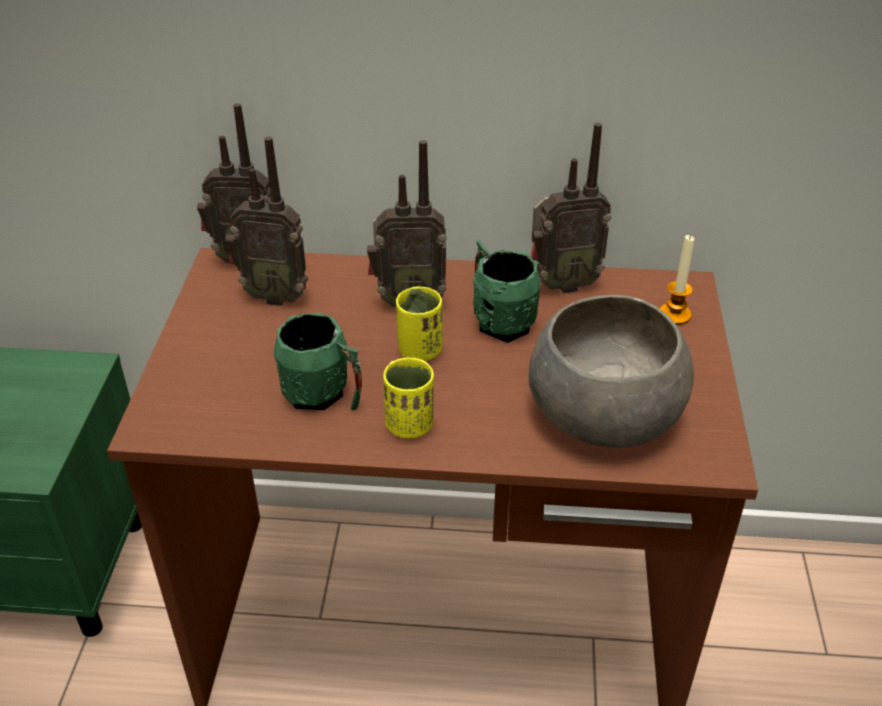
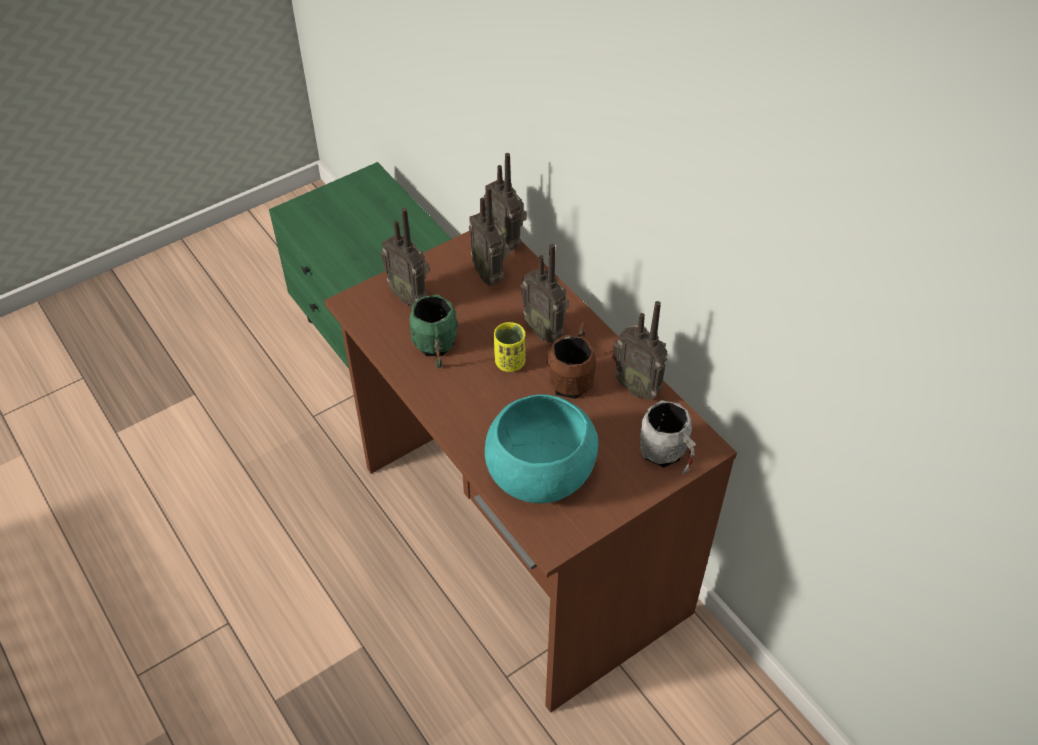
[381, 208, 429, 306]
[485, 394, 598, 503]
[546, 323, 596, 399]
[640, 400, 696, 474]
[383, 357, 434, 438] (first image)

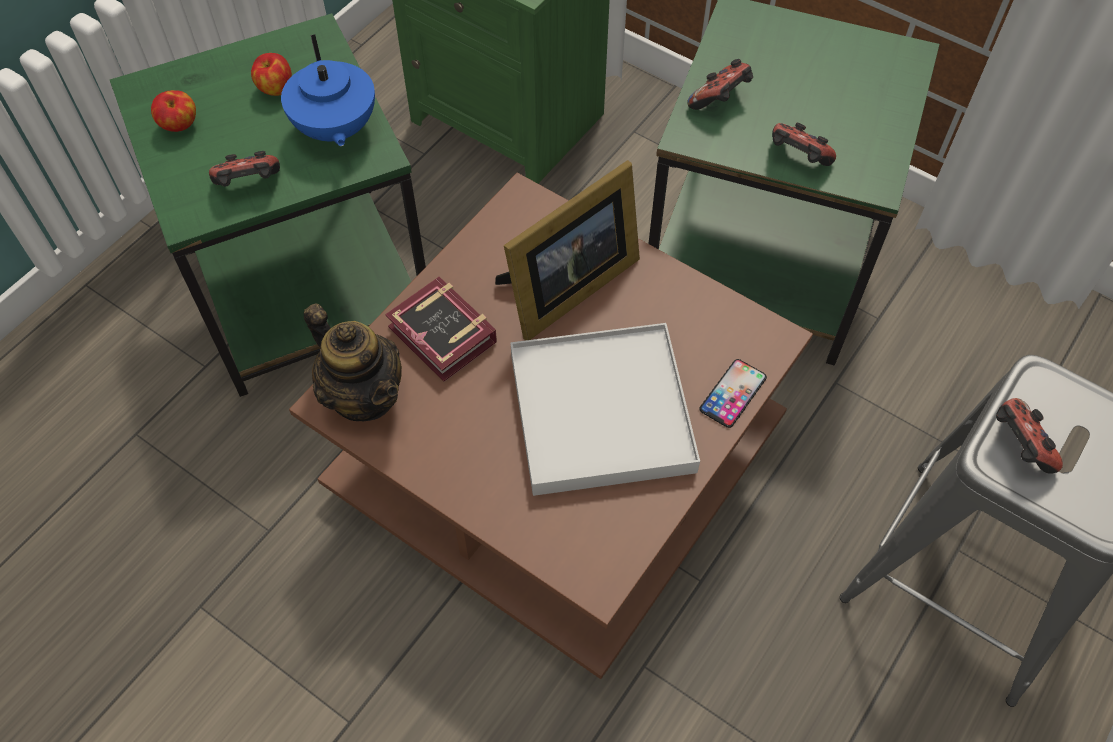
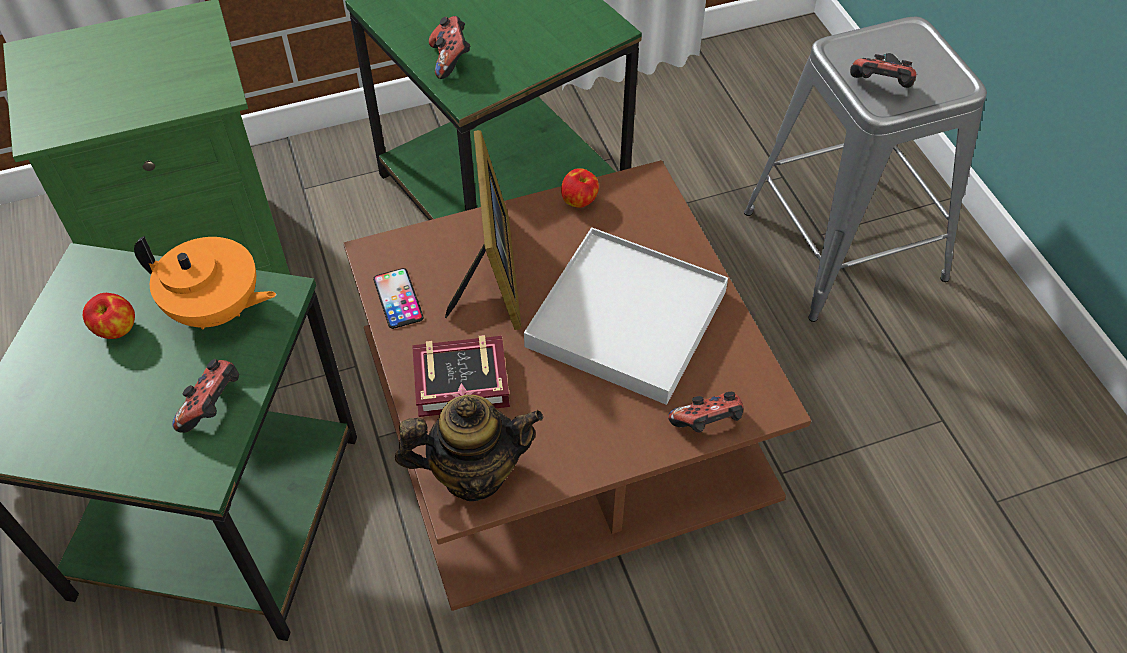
[134, 236, 276, 329]
[373, 268, 424, 329]
[561, 168, 599, 208]
[668, 392, 744, 433]

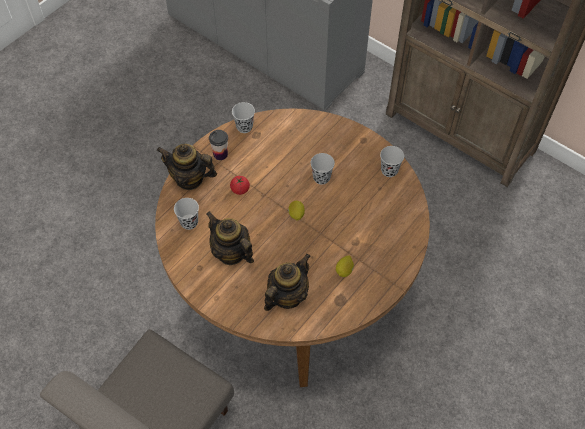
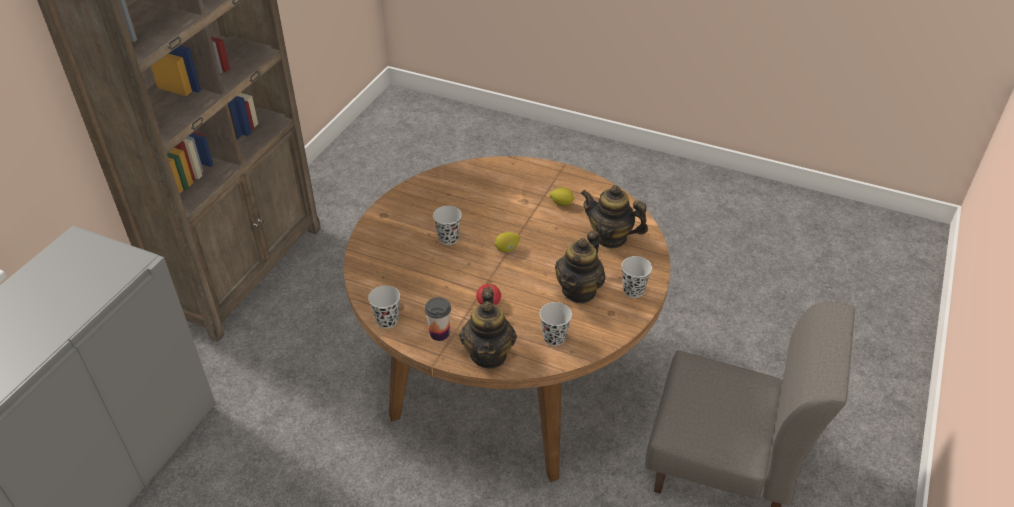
[621, 256, 652, 298]

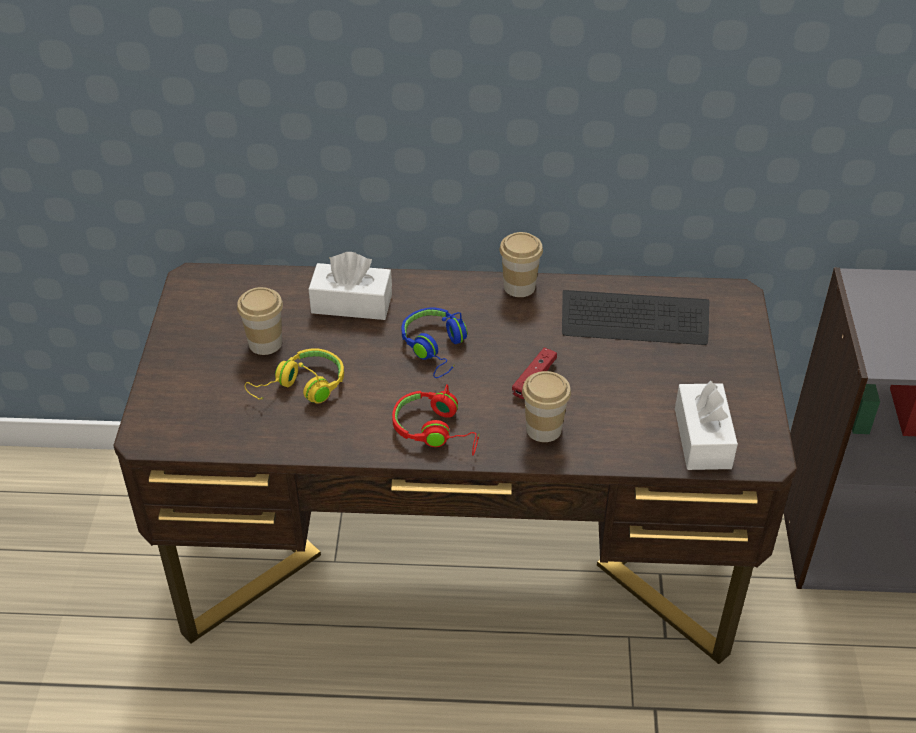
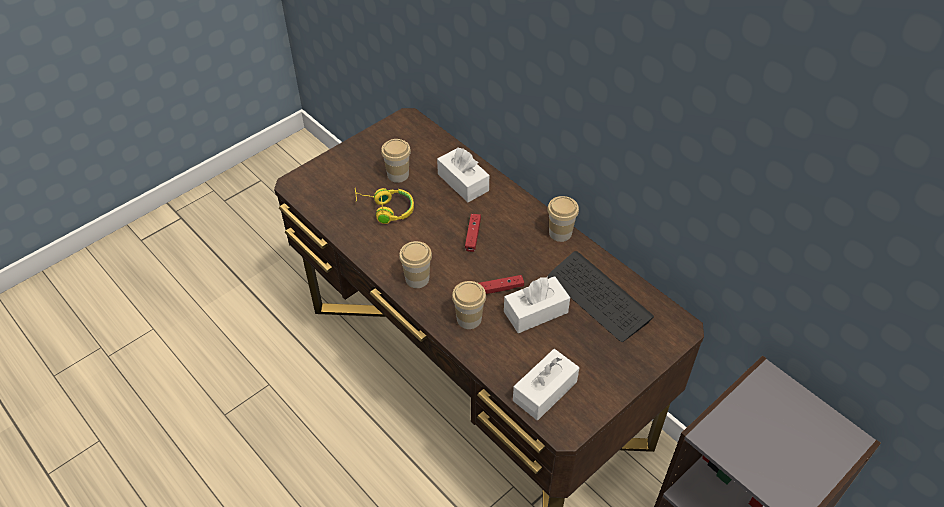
[399, 241, 432, 288]
[465, 214, 481, 252]
[504, 276, 570, 333]

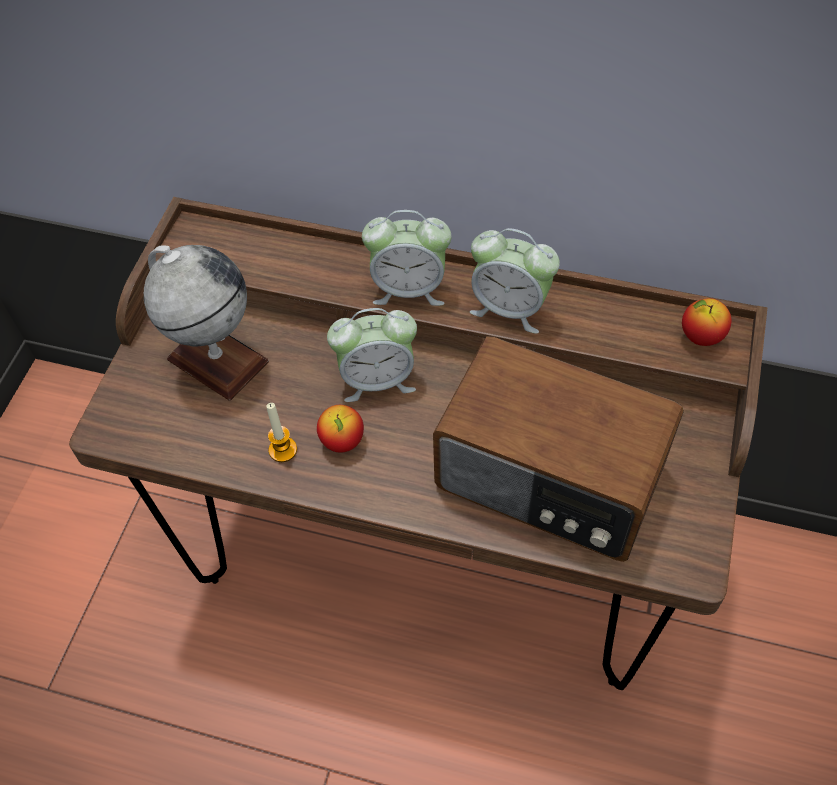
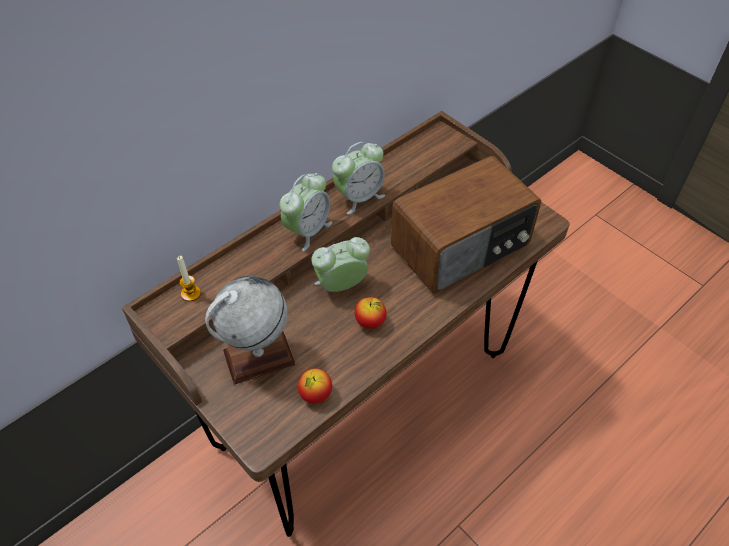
[177, 256, 201, 301]
[298, 369, 332, 404]
[311, 237, 370, 292]

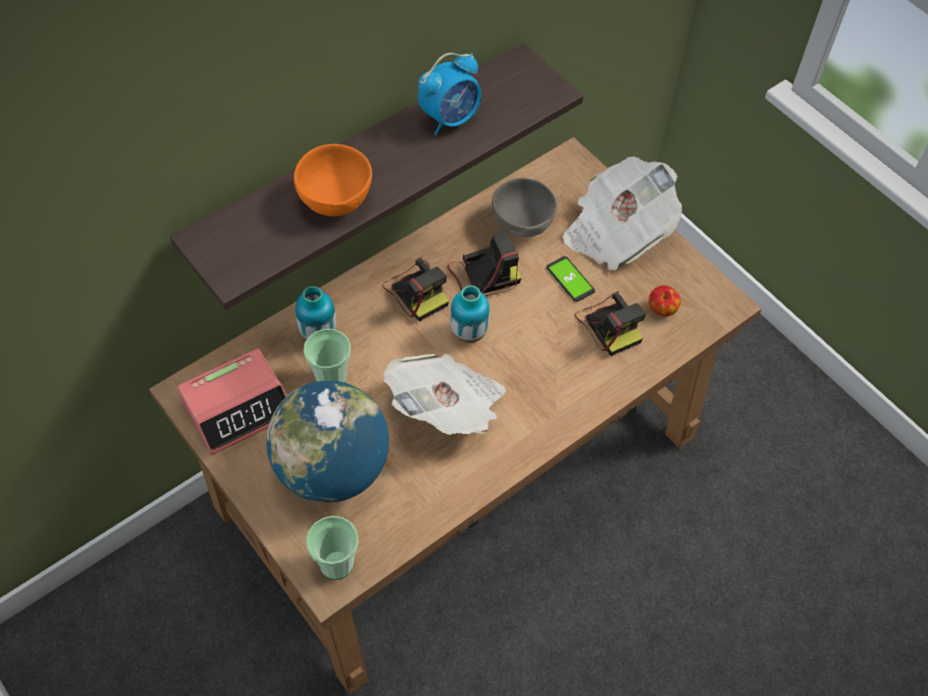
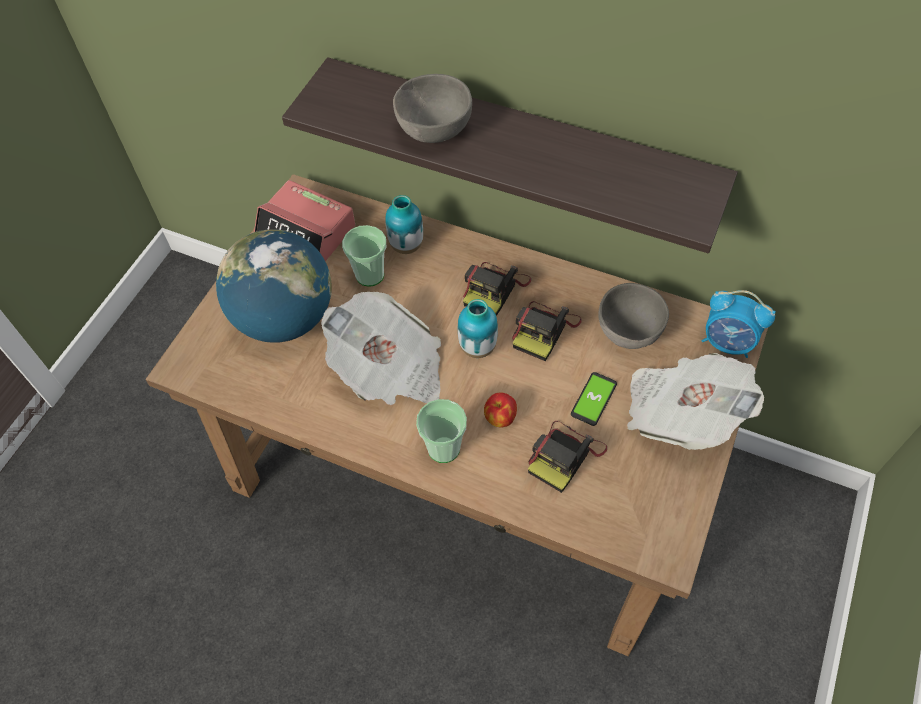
[393, 74, 472, 143]
[416, 399, 467, 463]
[484, 393, 517, 427]
[512, 301, 582, 361]
[701, 290, 776, 358]

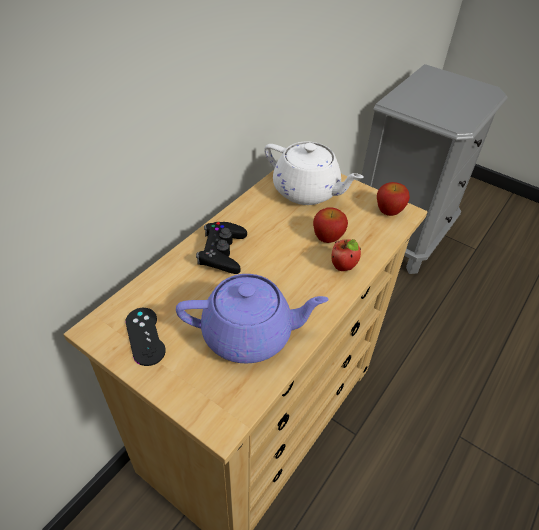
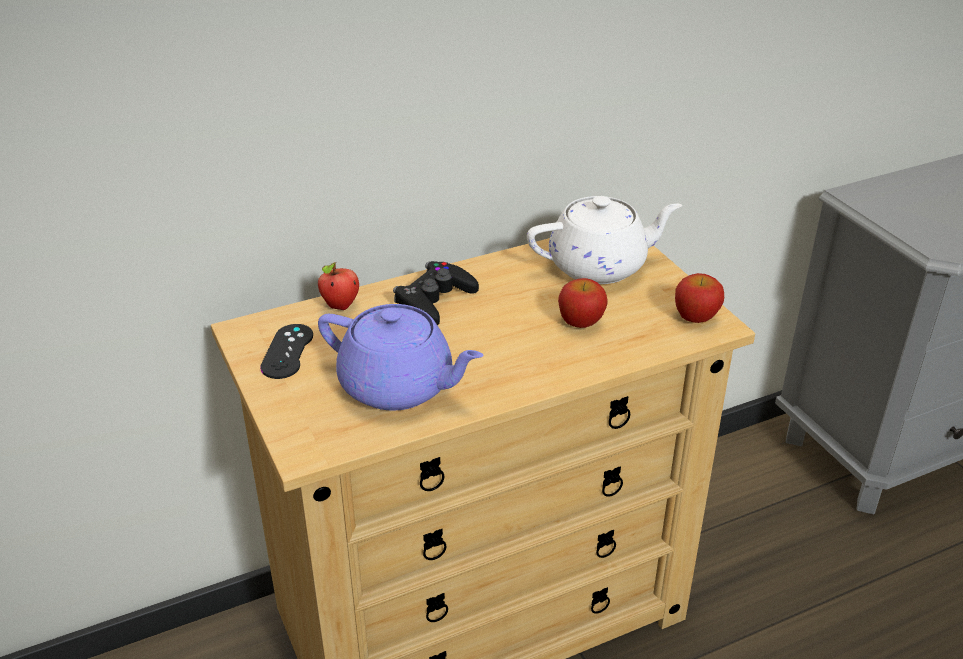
[318, 262, 359, 310]
[527, 196, 682, 284]

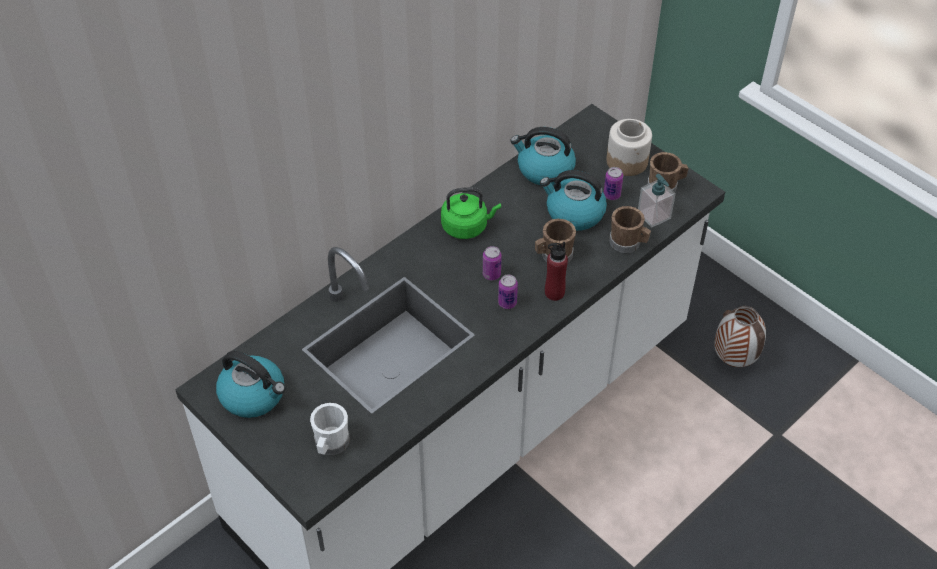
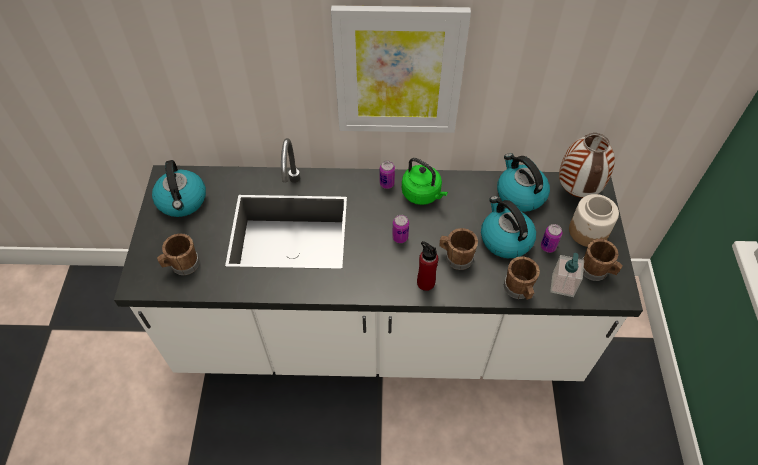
[157, 233, 200, 275]
[331, 5, 471, 133]
[380, 161, 395, 189]
[559, 133, 615, 198]

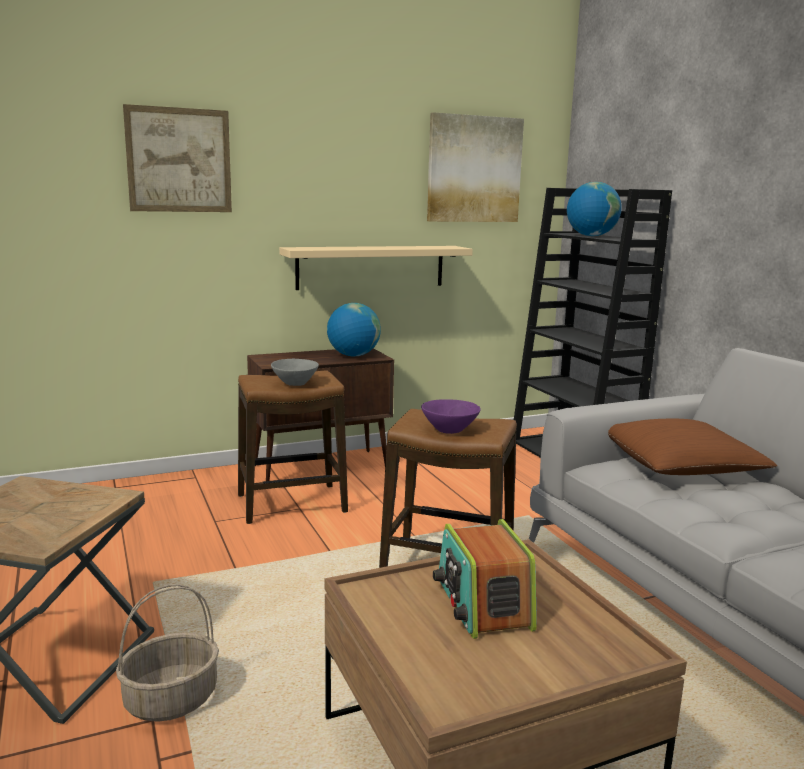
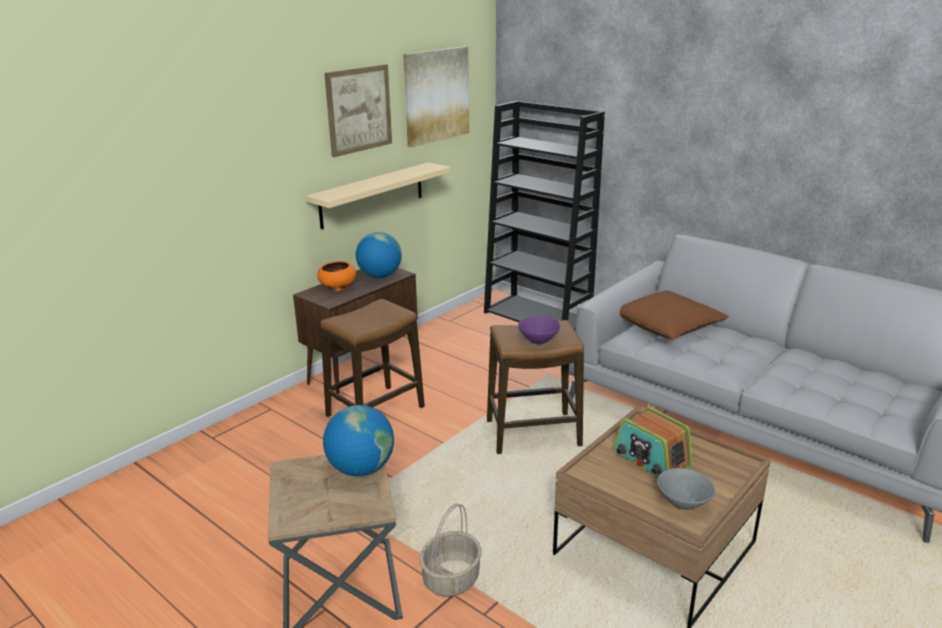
[317, 261, 356, 291]
[323, 405, 394, 476]
[324, 64, 392, 157]
[657, 468, 716, 510]

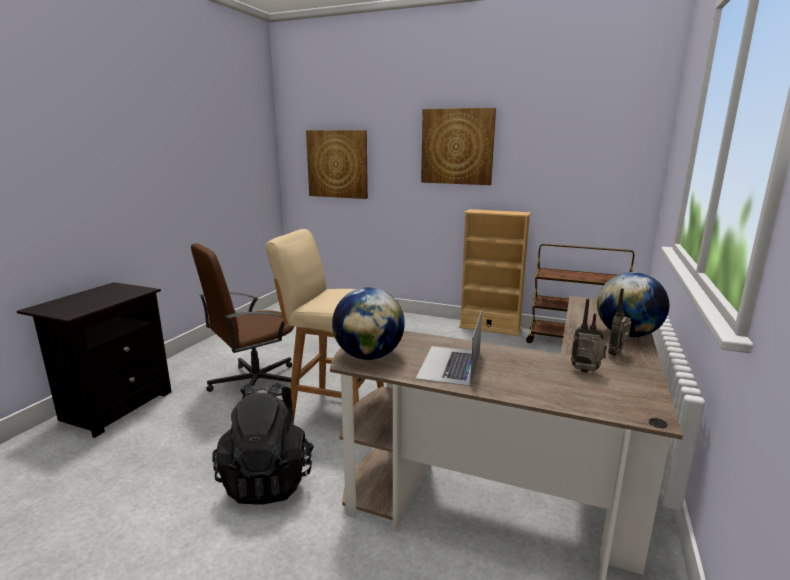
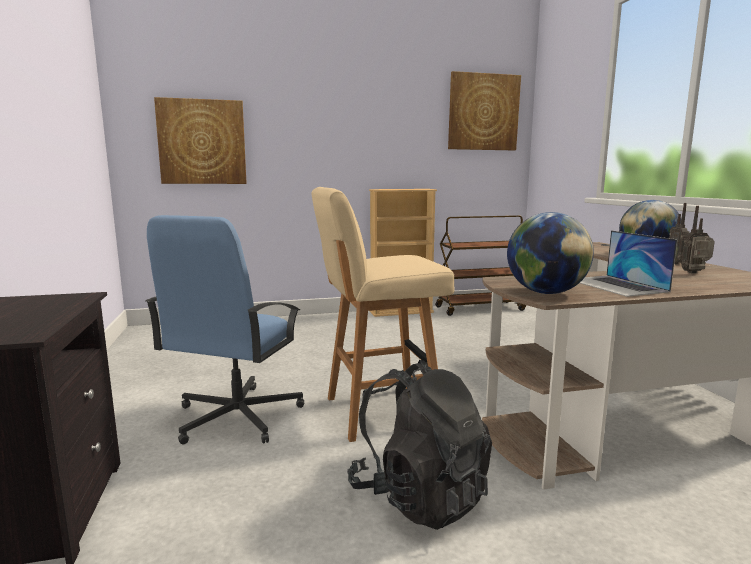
[146, 215, 304, 444]
[448, 71, 521, 150]

